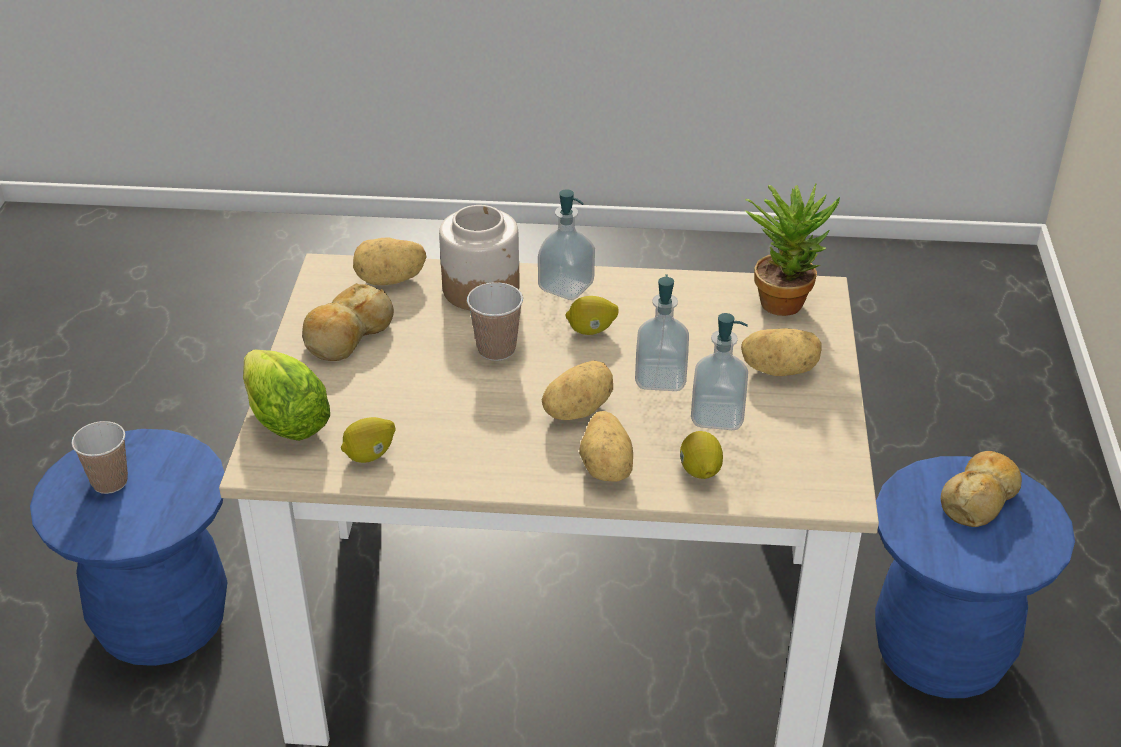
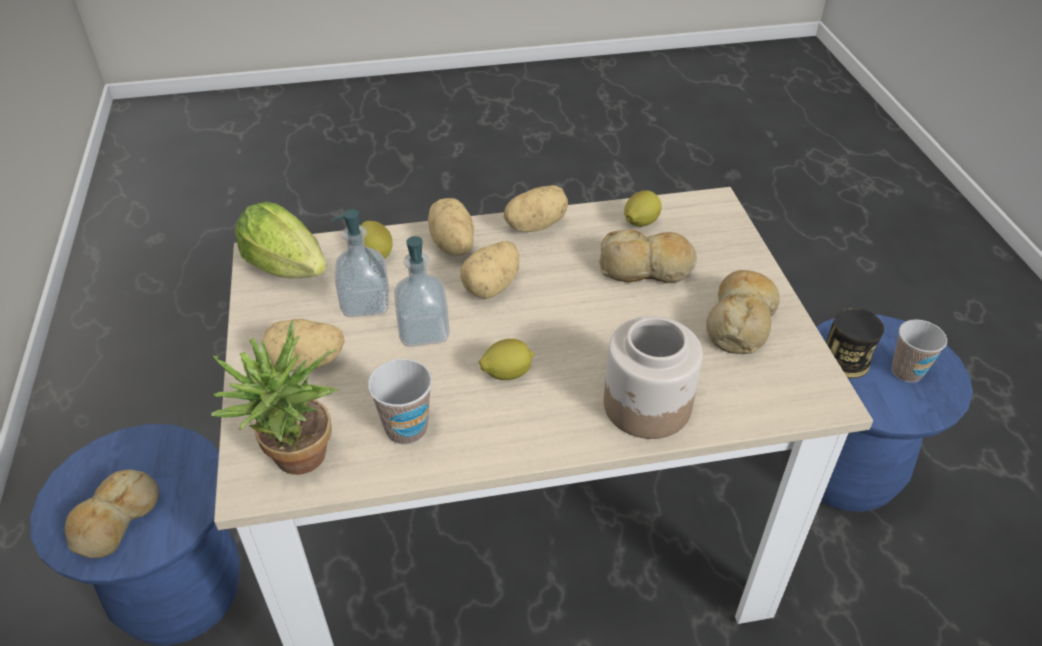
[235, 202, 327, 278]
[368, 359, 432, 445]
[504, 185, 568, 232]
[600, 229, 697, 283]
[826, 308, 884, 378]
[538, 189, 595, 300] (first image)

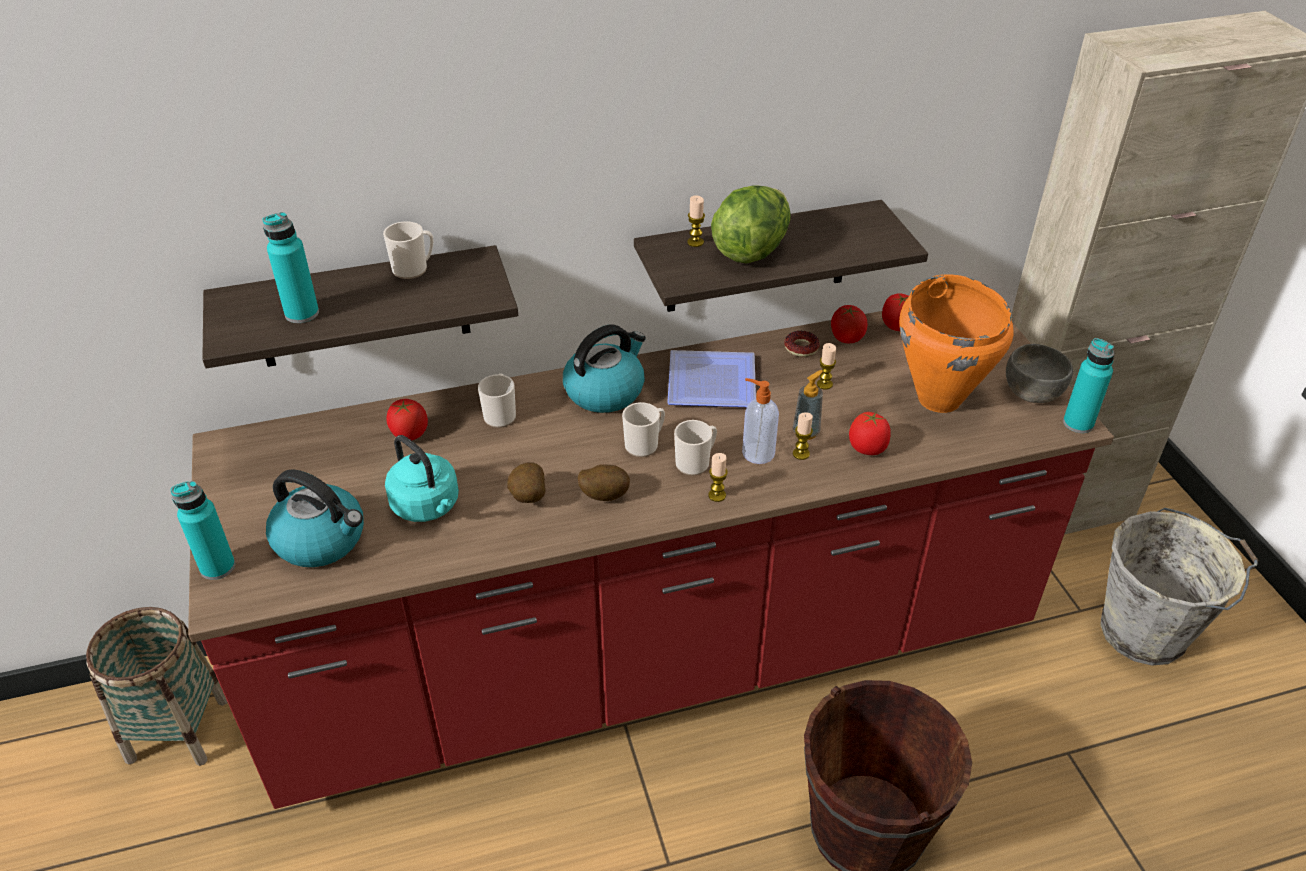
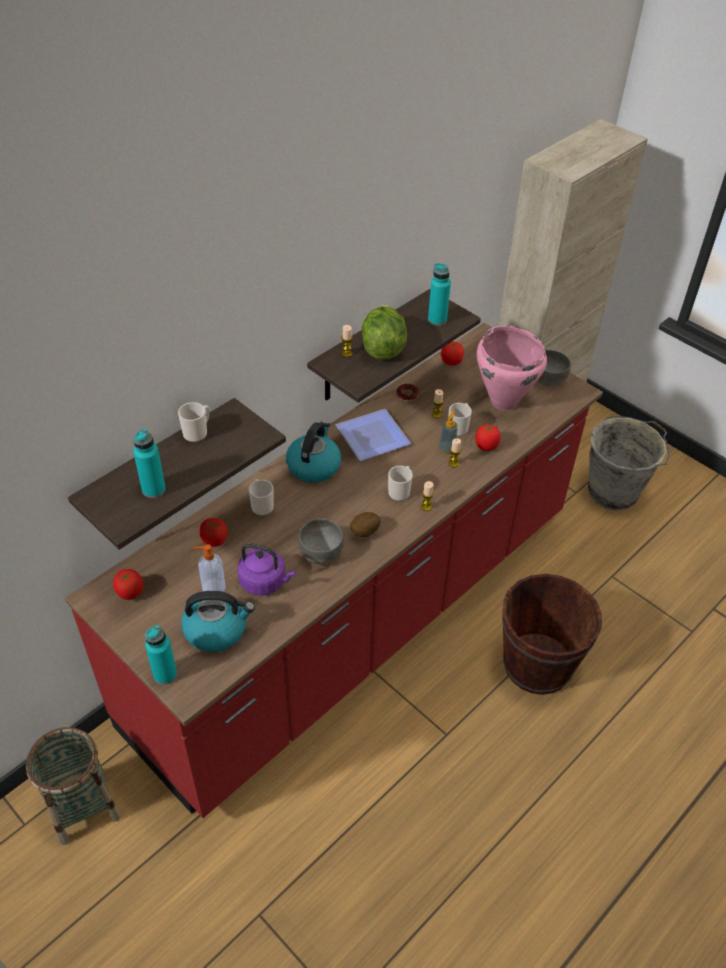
[113, 569, 144, 600]
[193, 545, 226, 592]
[237, 543, 296, 596]
[298, 518, 344, 564]
[428, 263, 451, 326]
[448, 403, 472, 436]
[477, 326, 547, 410]

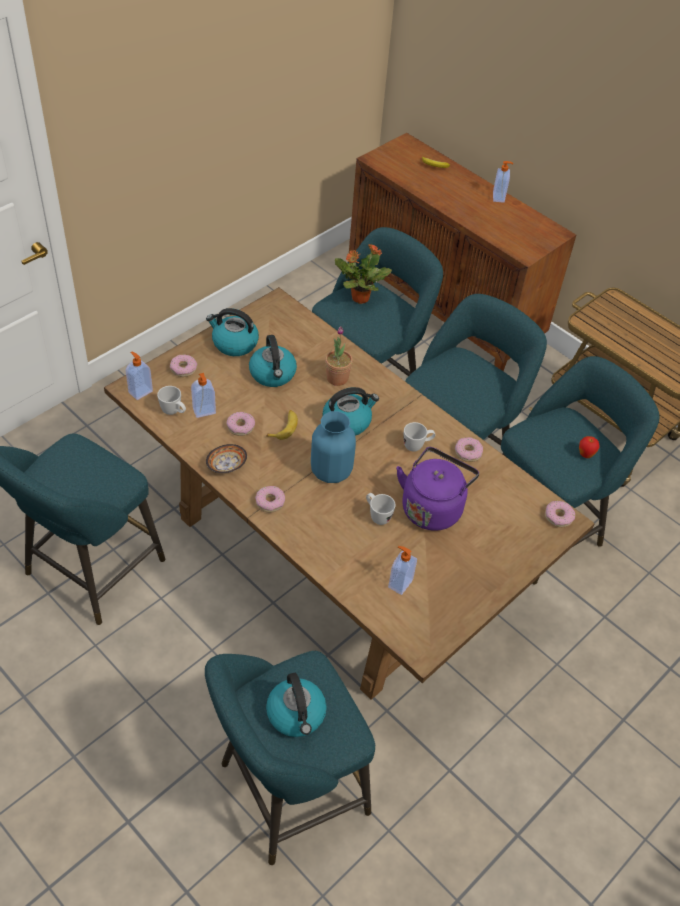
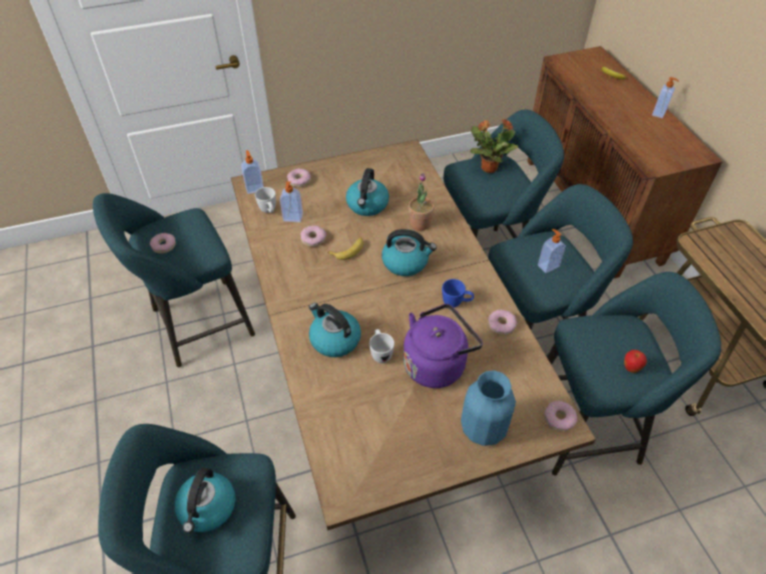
[150, 233, 176, 253]
[309, 303, 361, 357]
[442, 279, 474, 308]
[461, 370, 516, 446]
[538, 229, 566, 273]
[206, 444, 247, 473] (first image)

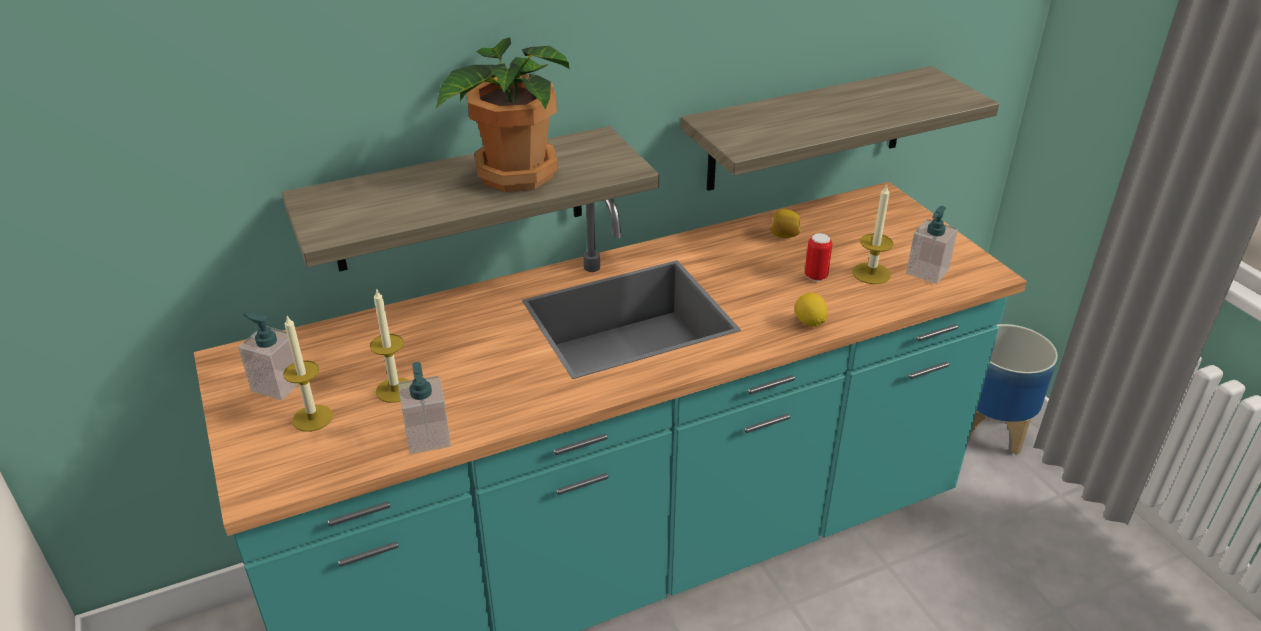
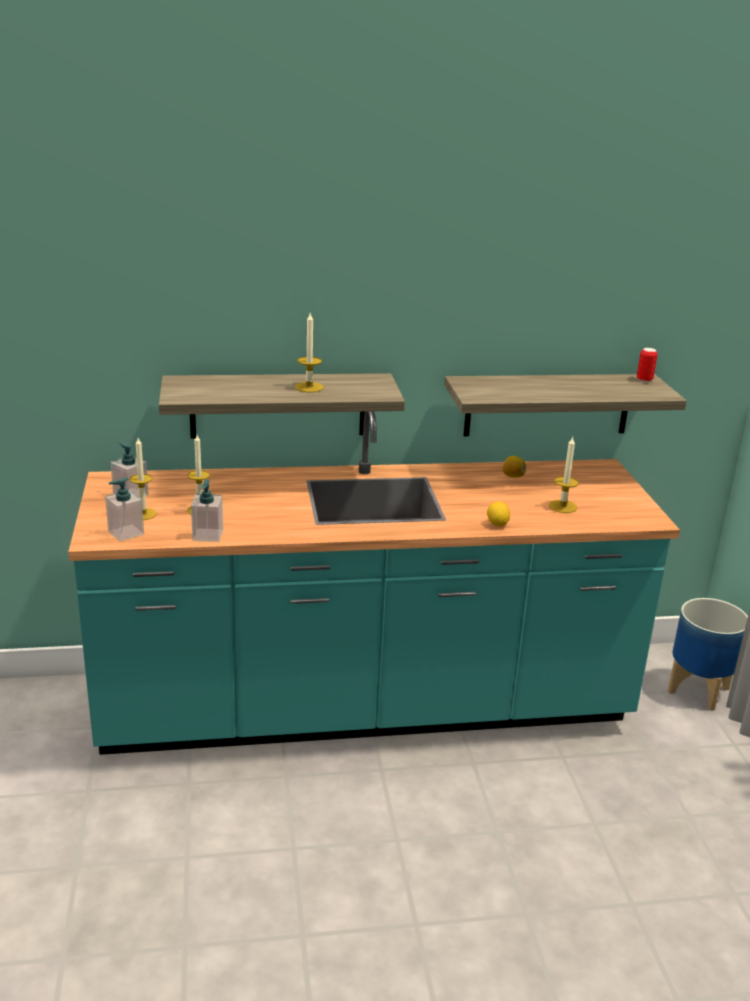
[105, 477, 144, 542]
[295, 313, 324, 392]
[637, 348, 657, 382]

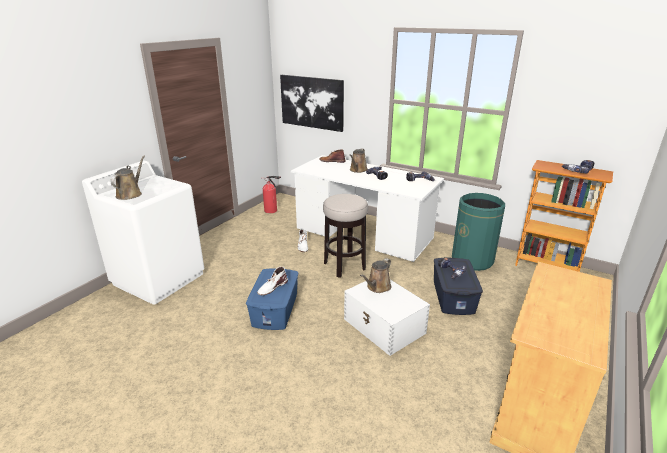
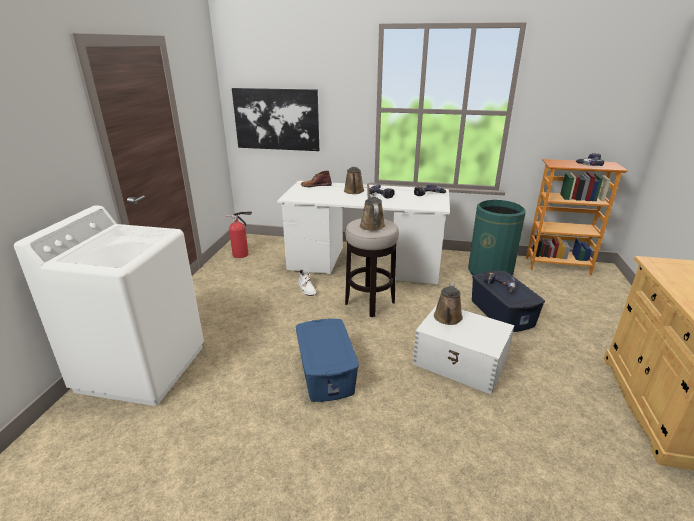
[360, 184, 385, 231]
[257, 267, 288, 296] (first image)

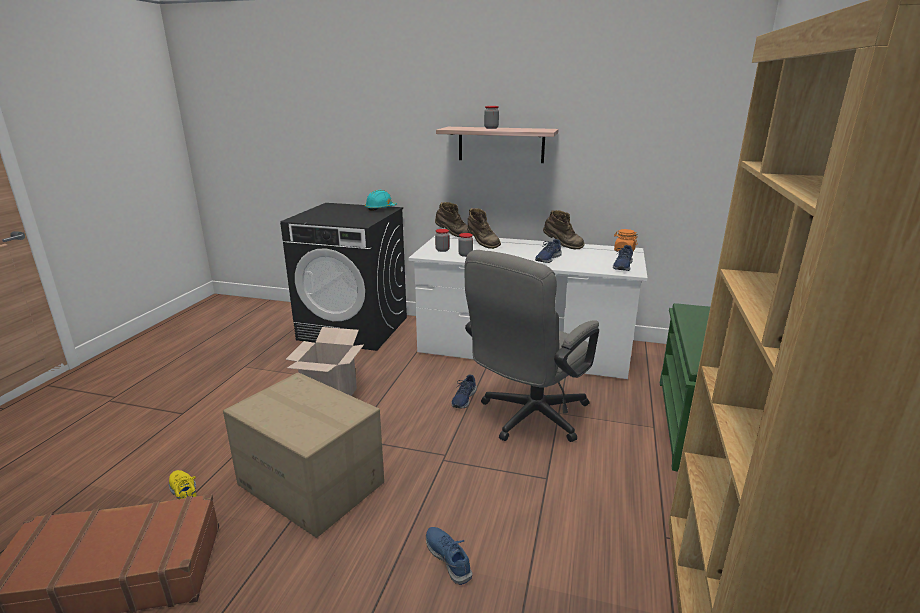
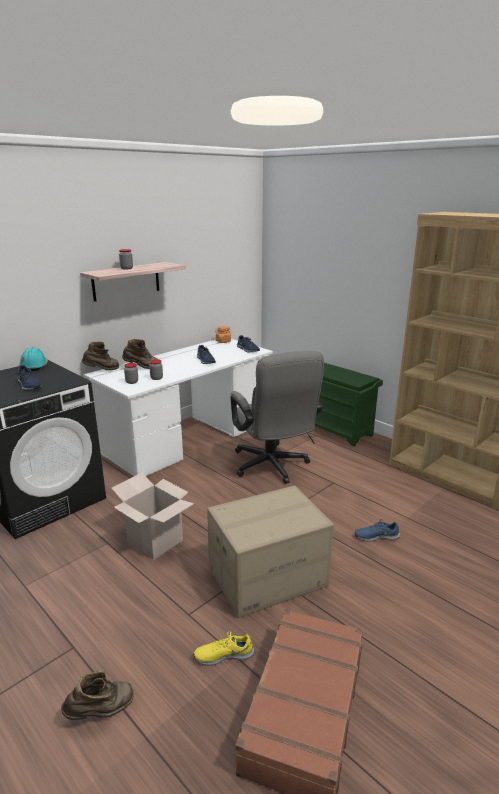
[16, 365, 42, 391]
[61, 671, 134, 720]

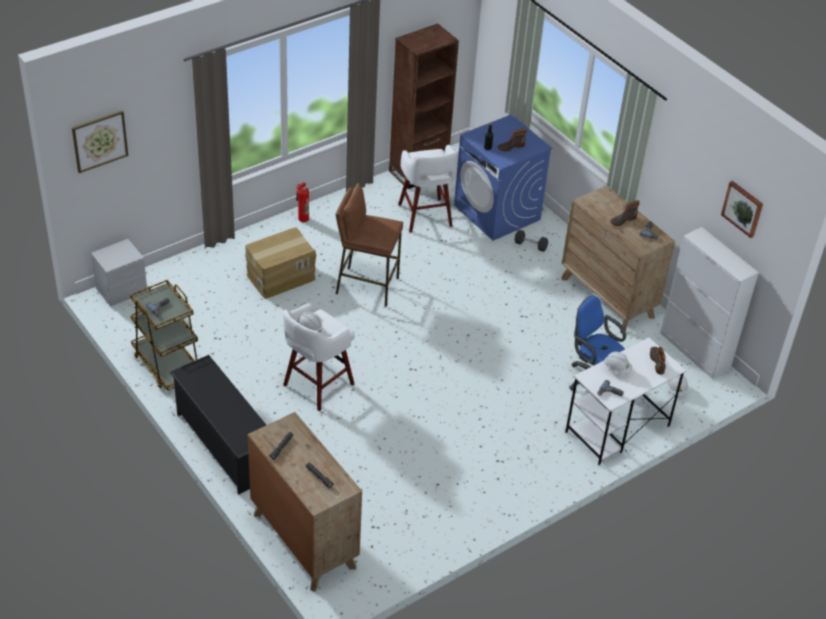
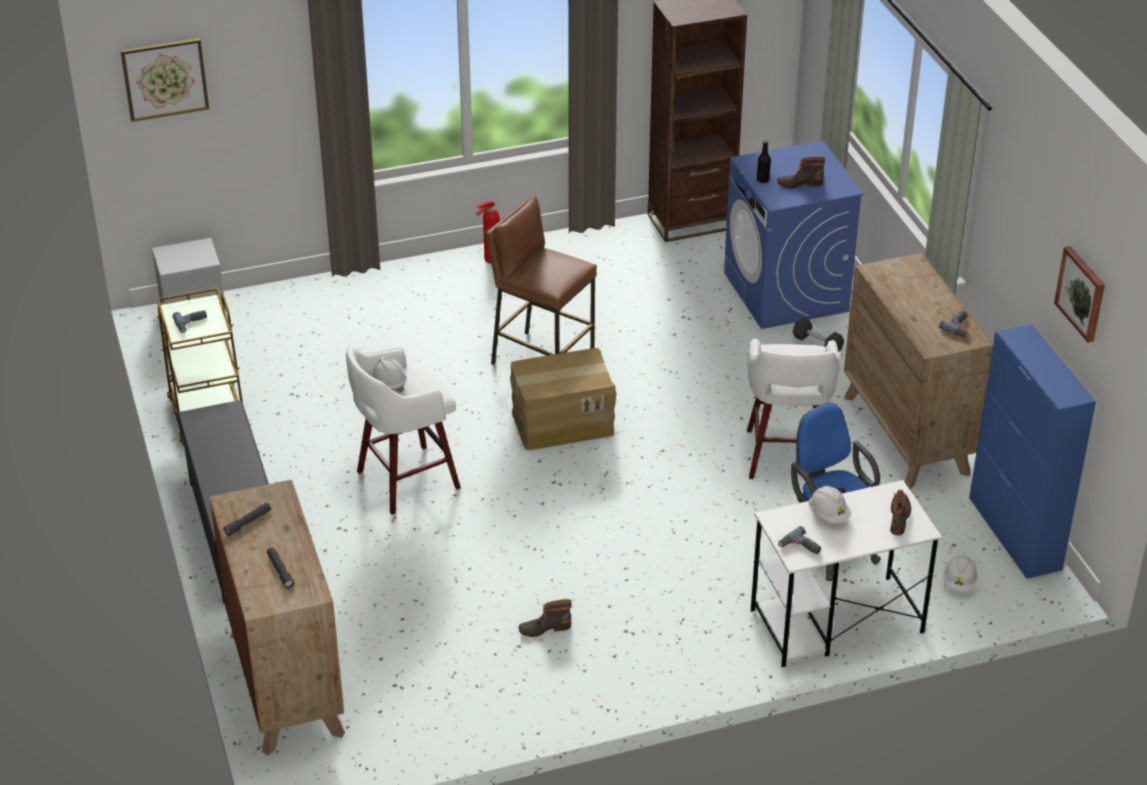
[510, 348, 617, 450]
[519, 599, 572, 637]
[747, 338, 840, 479]
[969, 324, 1096, 579]

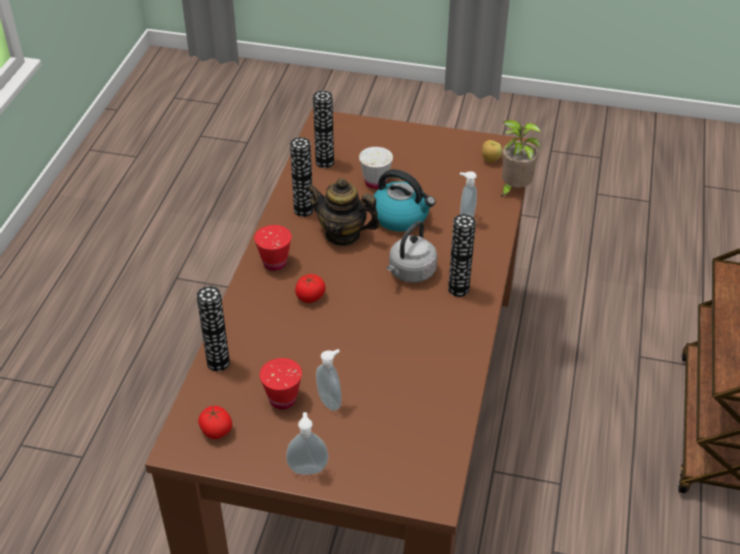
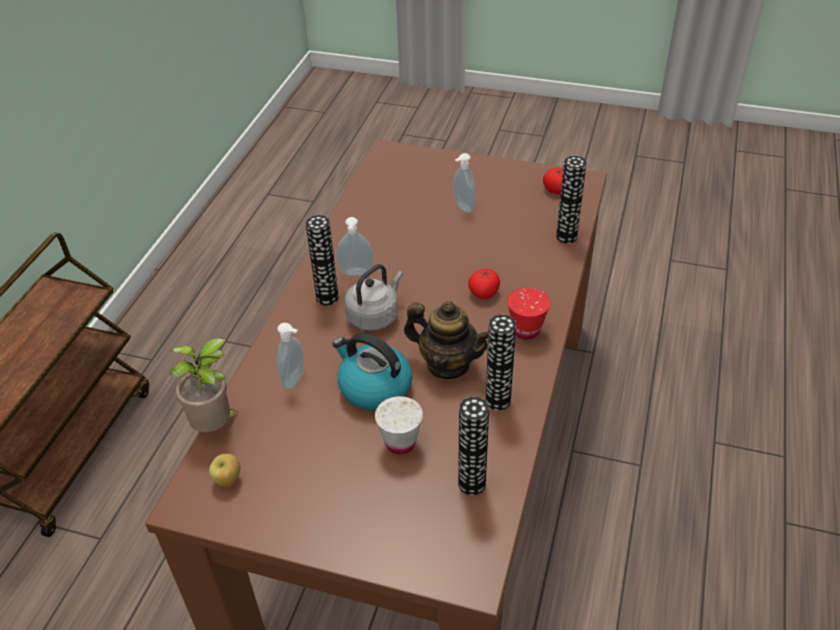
[336, 217, 374, 275]
[260, 358, 302, 410] (first image)

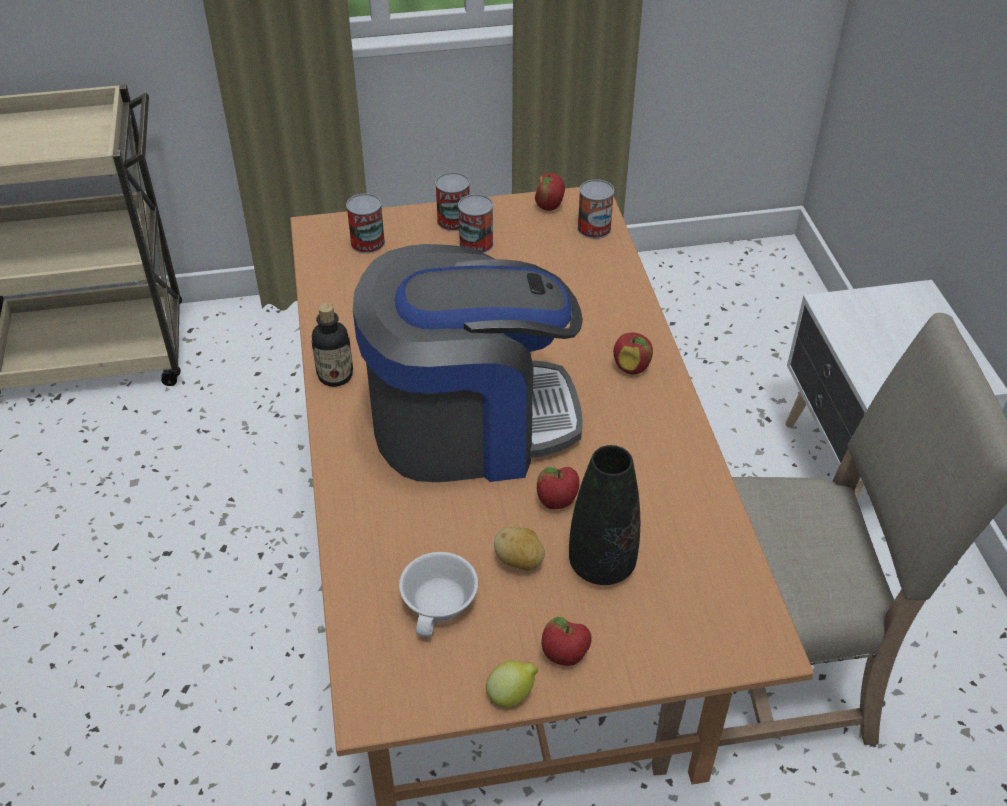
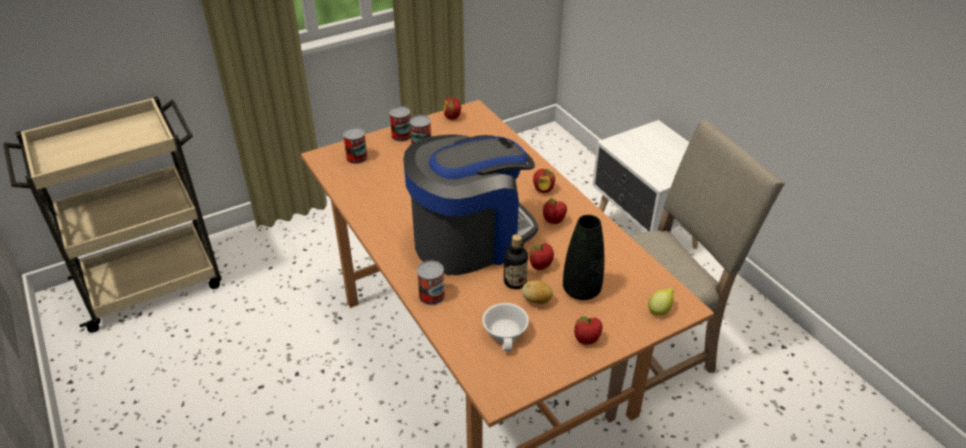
[417, 260, 445, 305]
[504, 234, 528, 289]
[543, 198, 567, 224]
[648, 288, 674, 316]

